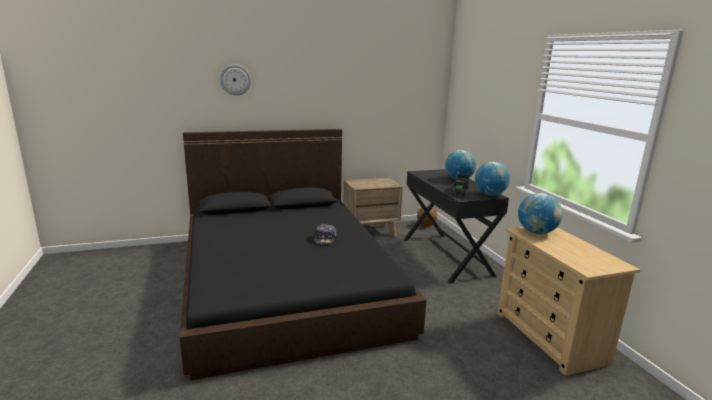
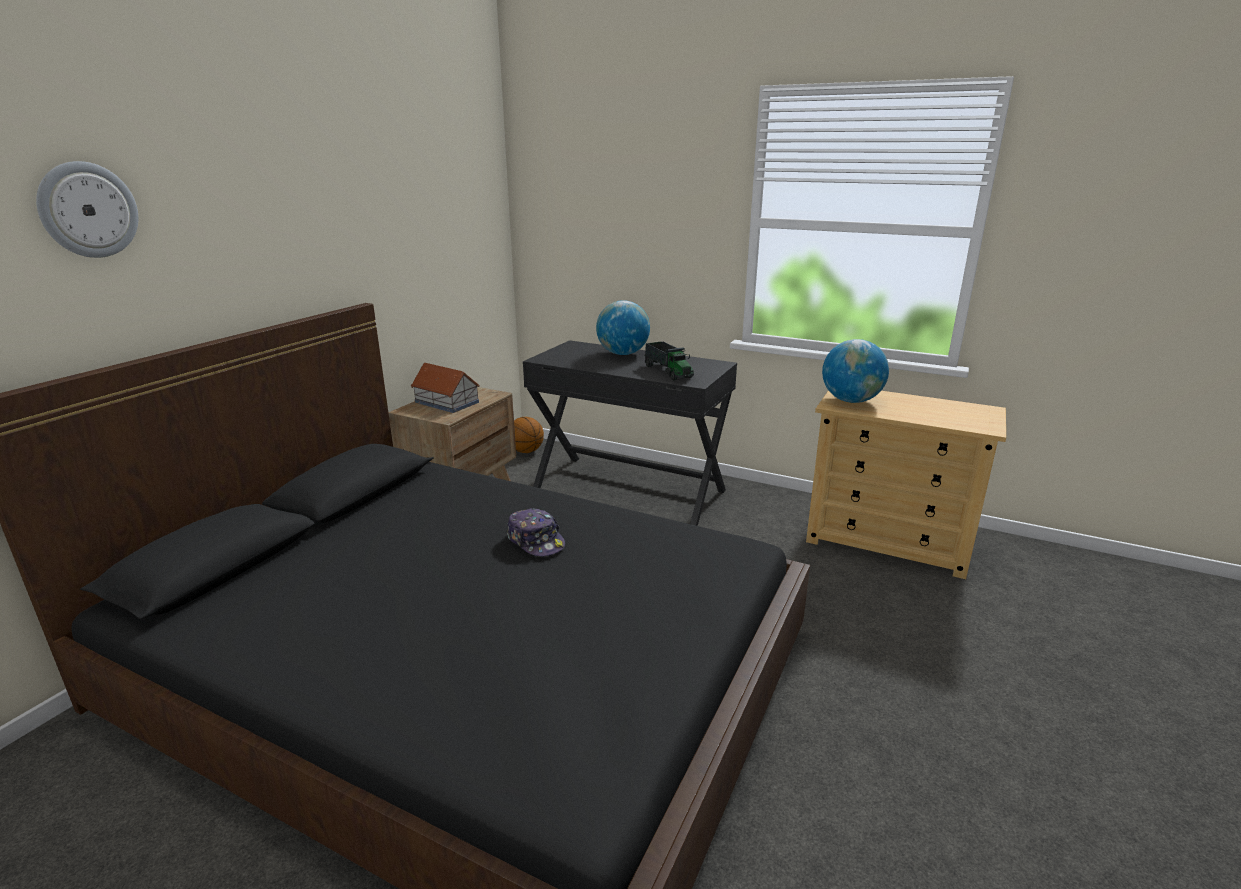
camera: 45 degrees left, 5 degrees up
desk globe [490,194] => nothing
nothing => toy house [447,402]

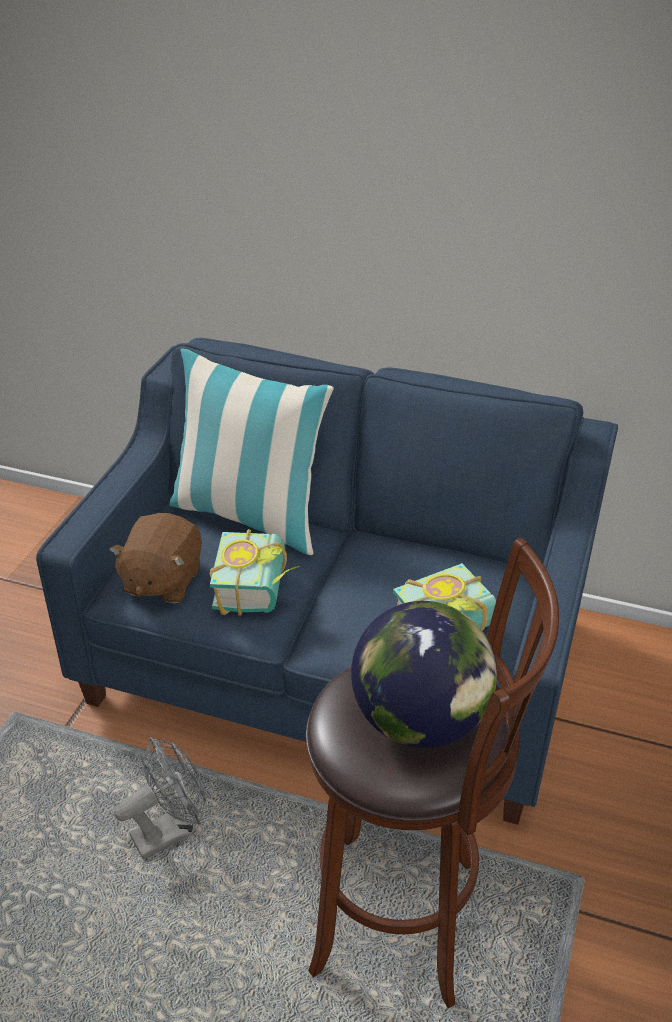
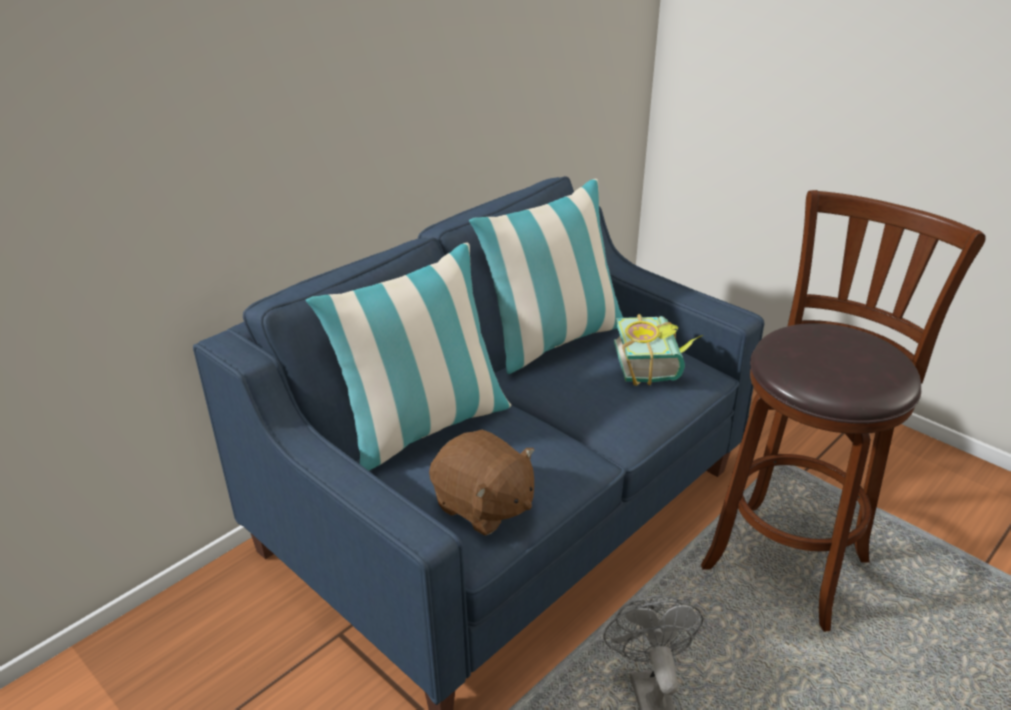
camera: 65 degrees left, 5 degrees down
bound book [259,588] => nothing
desk globe [421,721] => nothing
nothing => pillow [553,341]

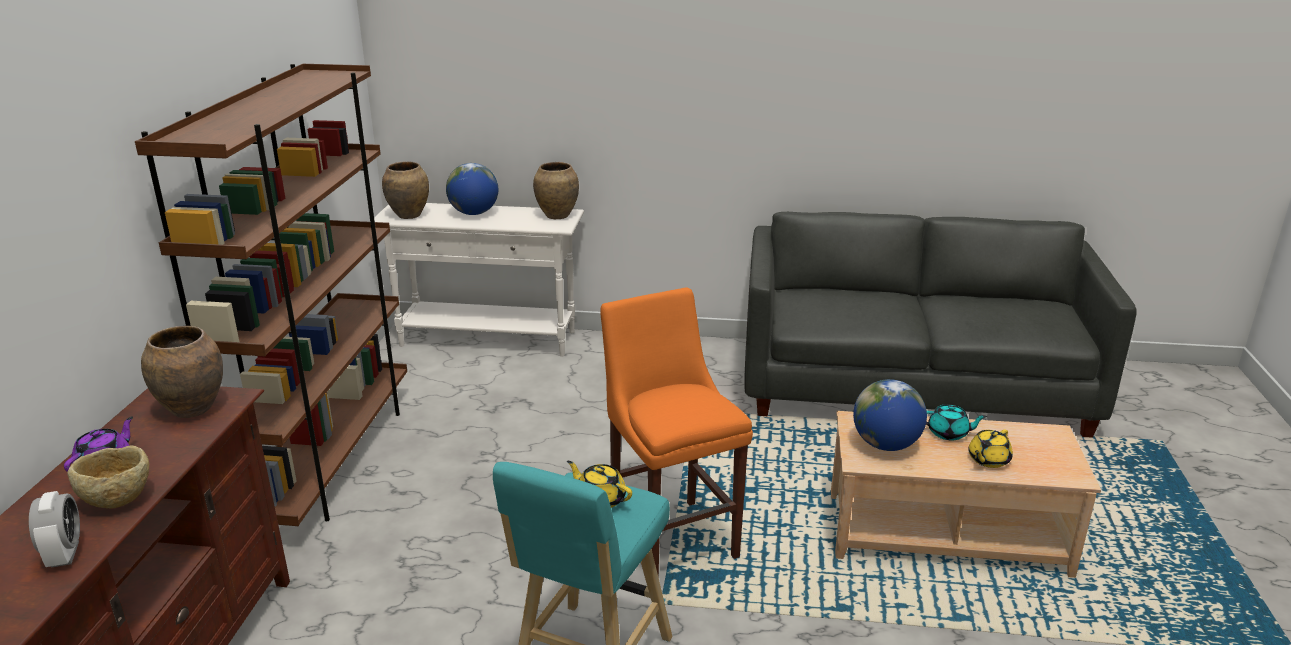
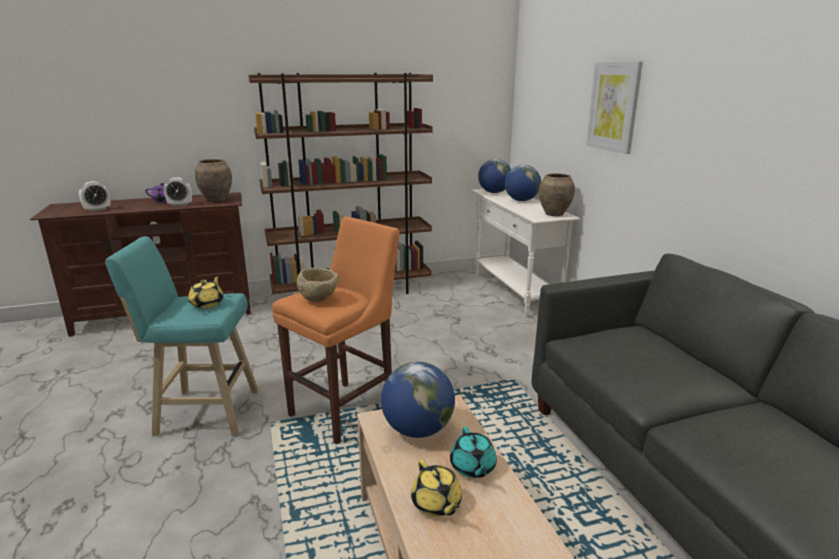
camera: 65 degrees right, 5 degrees down
nothing => bedside clock [180,205]
nothing => wall picture [613,106]
beige-coloured deep dish [118,499] => beige-coloured deep dish [319,299], shifted
brown-coloured flower vase [409,215] => desk globe [494,192]
yellow tea pot [988,460] => yellow tea pot [436,504], 135 degrees counterclockwise

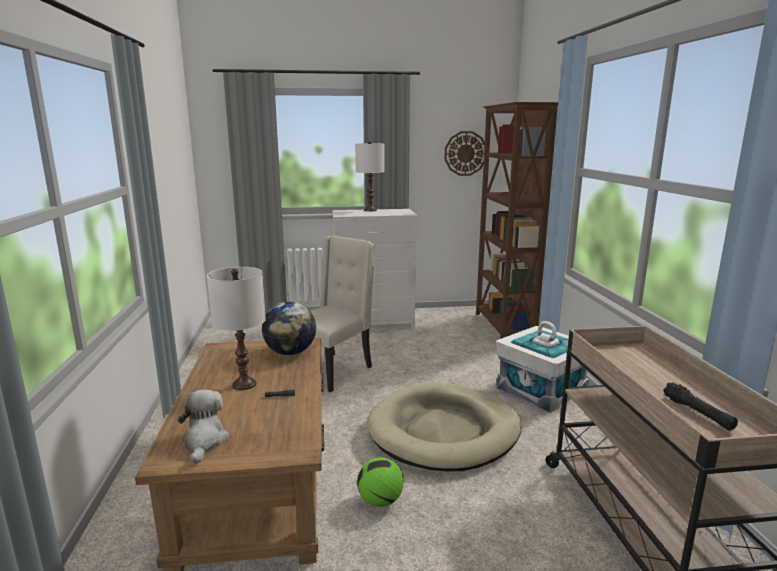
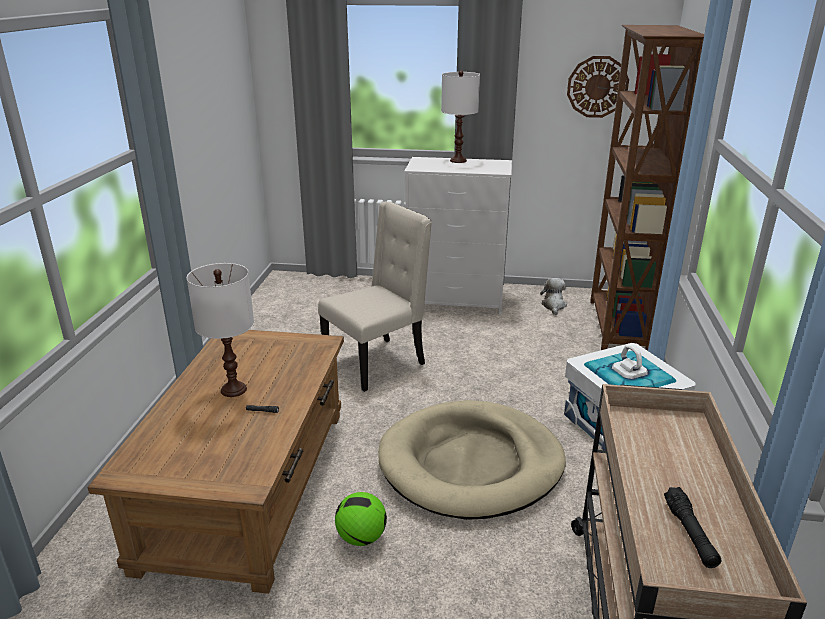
camera: 15 degrees right, 10 degrees up
desk globe [290,353] => nothing
soft toy [204,441] => soft toy [553,306], shifted

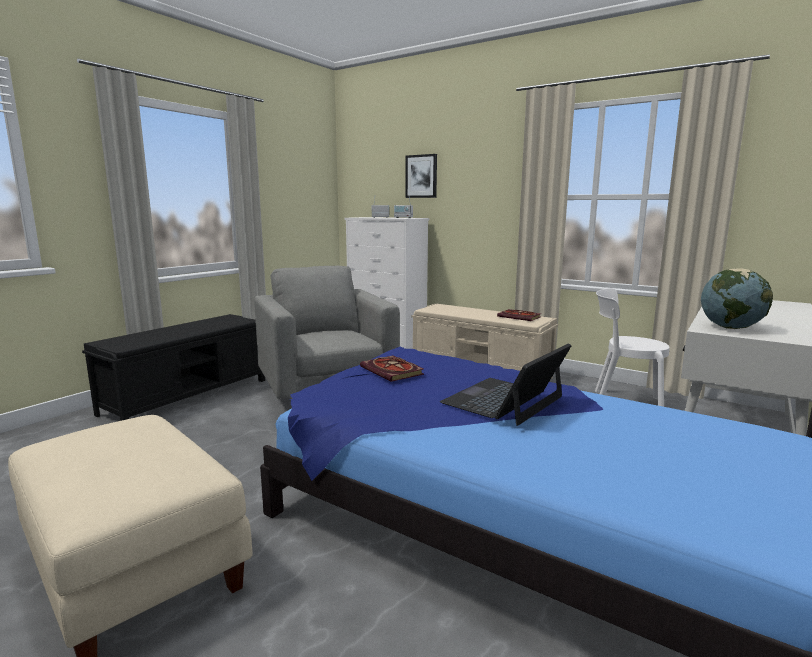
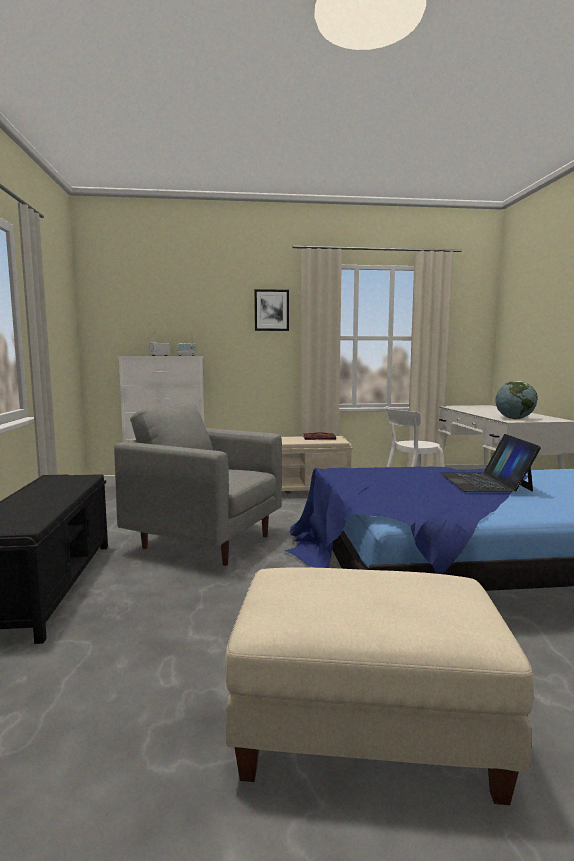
camera: 40 degrees left, 5 degrees down
bound book [393,371] => nothing
wall picture [421,176] => wall picture [271,310], shifted

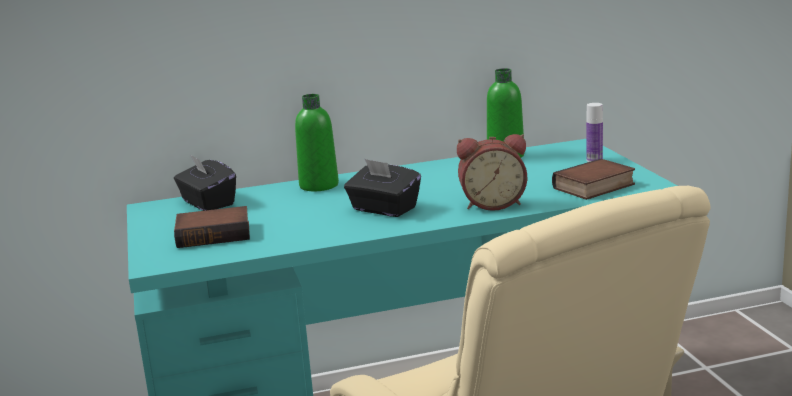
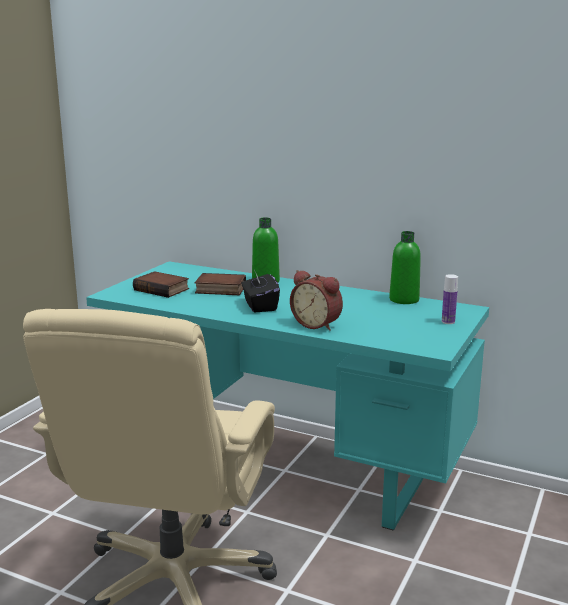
camera: 40 degrees right, 0 degrees up
black-coloured box of tissues [207,203] => nothing
bound book [594,187] => bound book [219,290], shifted

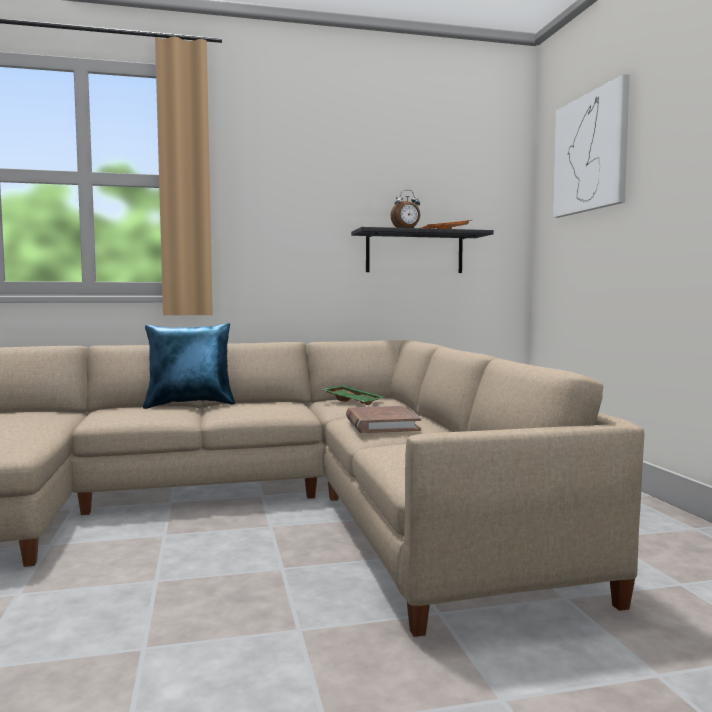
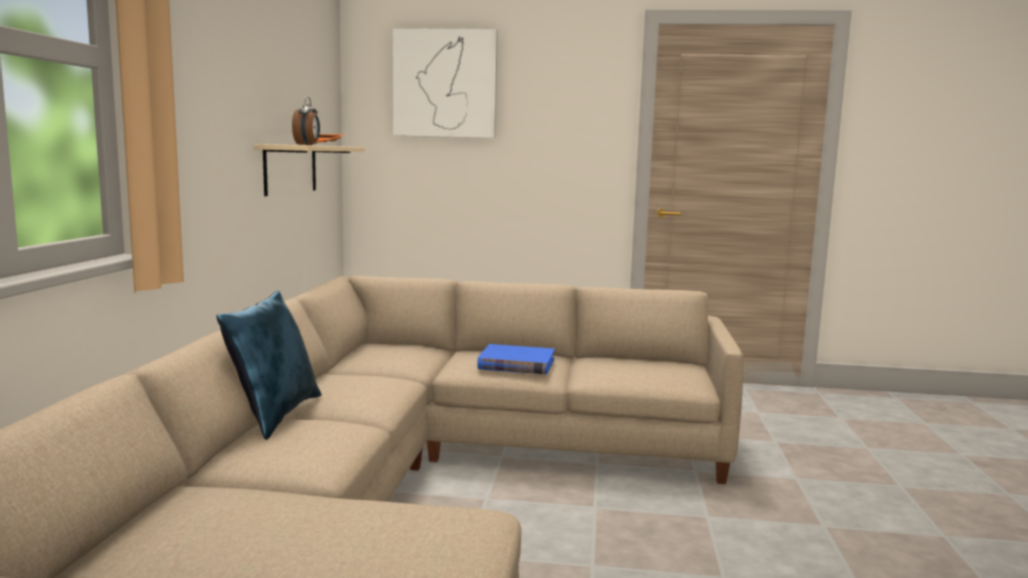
camera: 70 degrees left, 5 degrees up
greenish carrying tray [353,401] => nothing
brown-coloured bound book [381,424] => blue bound book [516,364]
black-coloured shelf [414,252] => beige-coloured shelf [290,169]

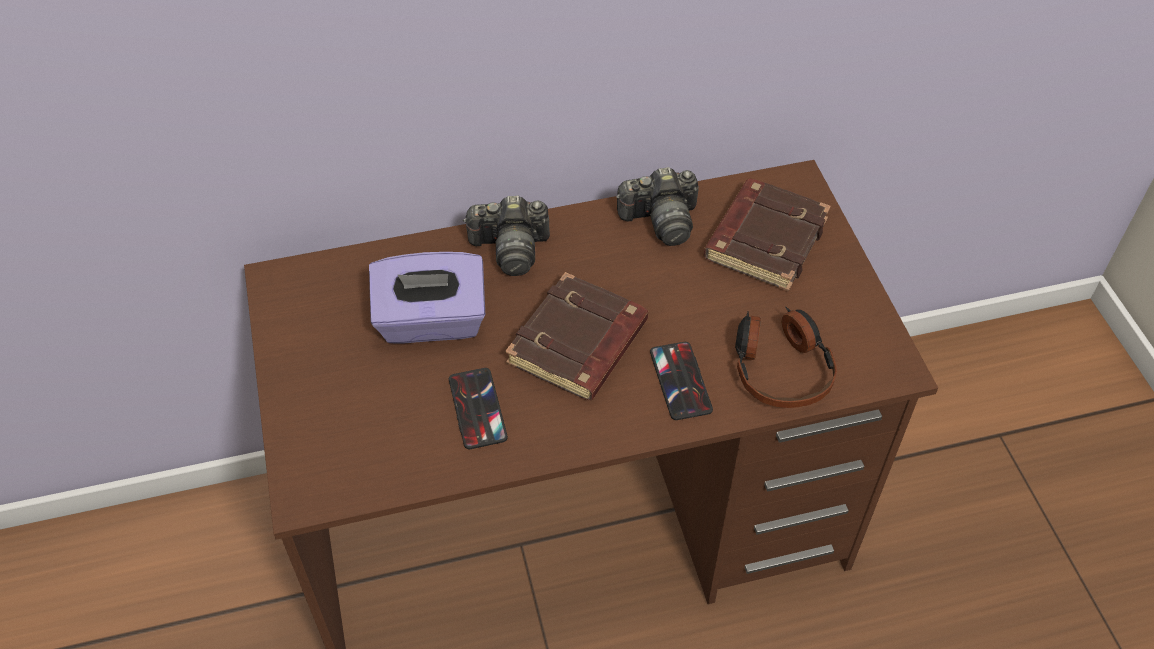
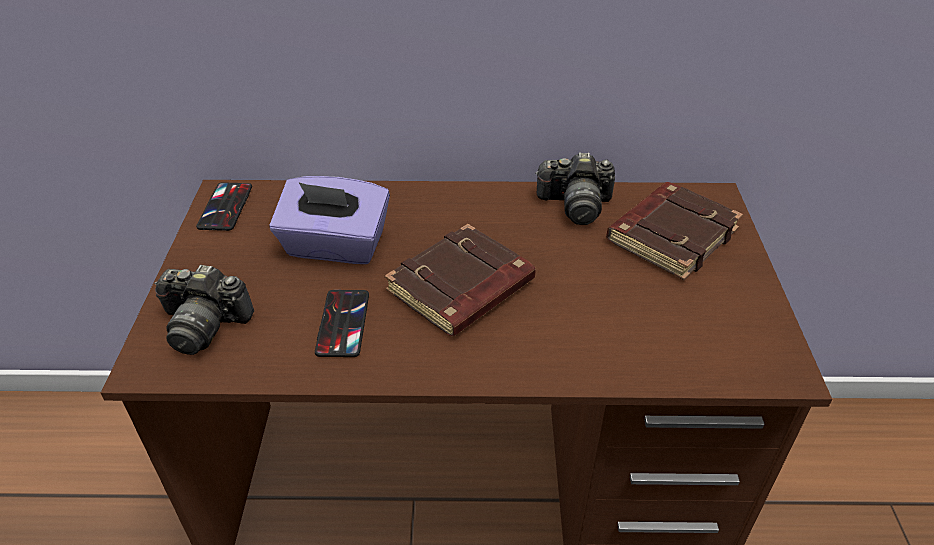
camera: 15 degrees right, 10 degrees down
headphones [780,367] => nothing
still camera [510,249] => still camera [204,324], shifted
handset [680,381] => handset [225,207], shifted

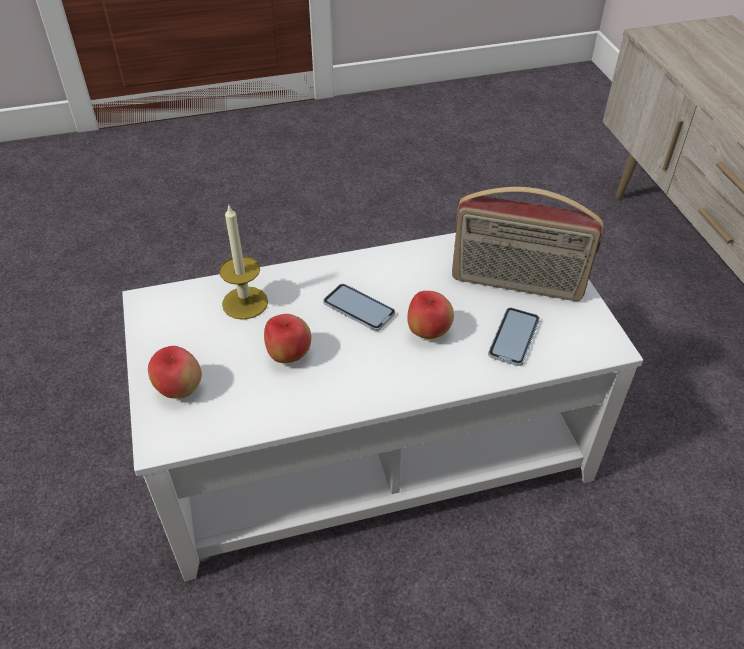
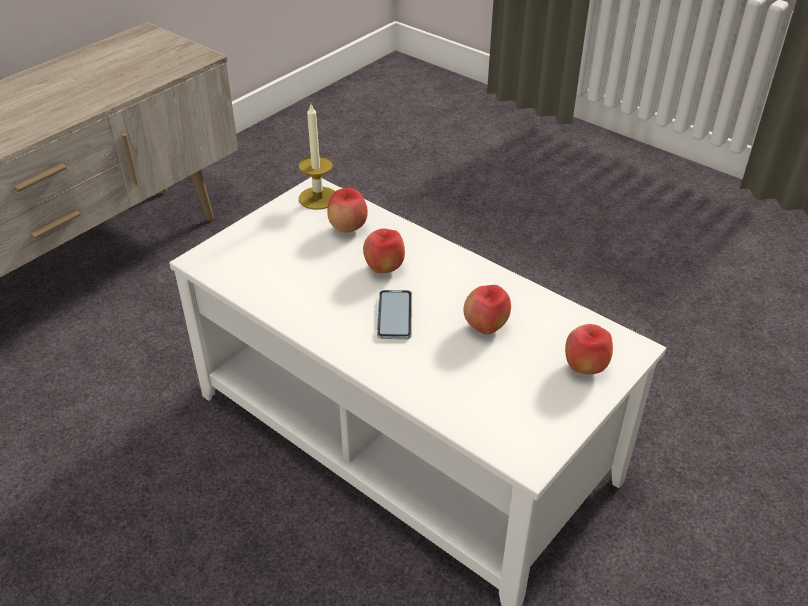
camera: 125 degrees left, 5 degrees down
radio receiver [516,284] => nothing
wax candle [245,303] => wax candle [318,198], shifted
handset [513,337] => apple fruit [348,229]

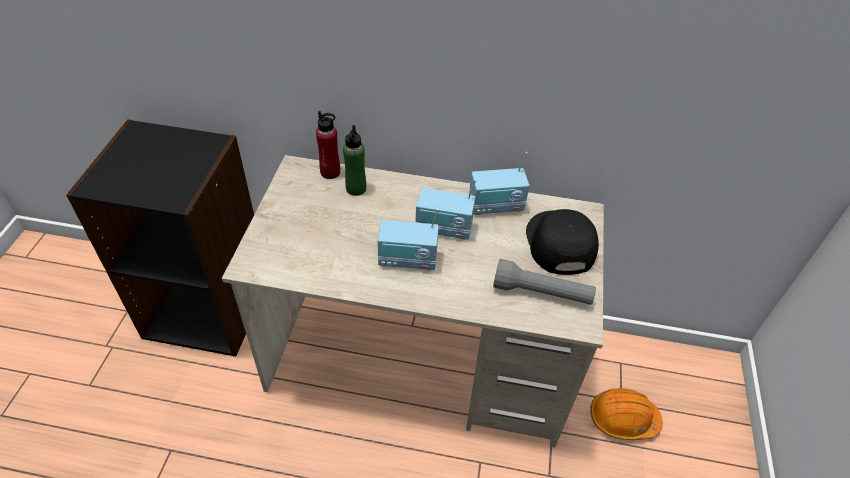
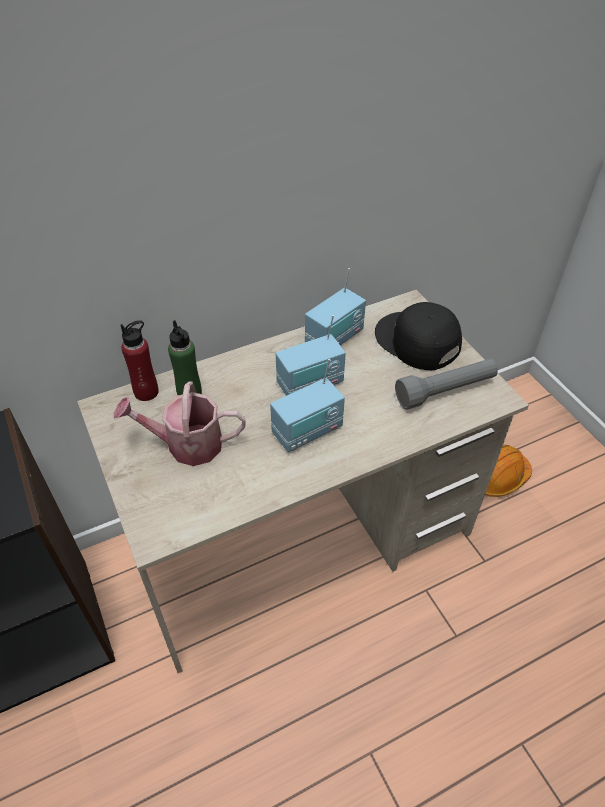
camera: 35 degrees left, 0 degrees up
nothing => watering pot [186,444]

